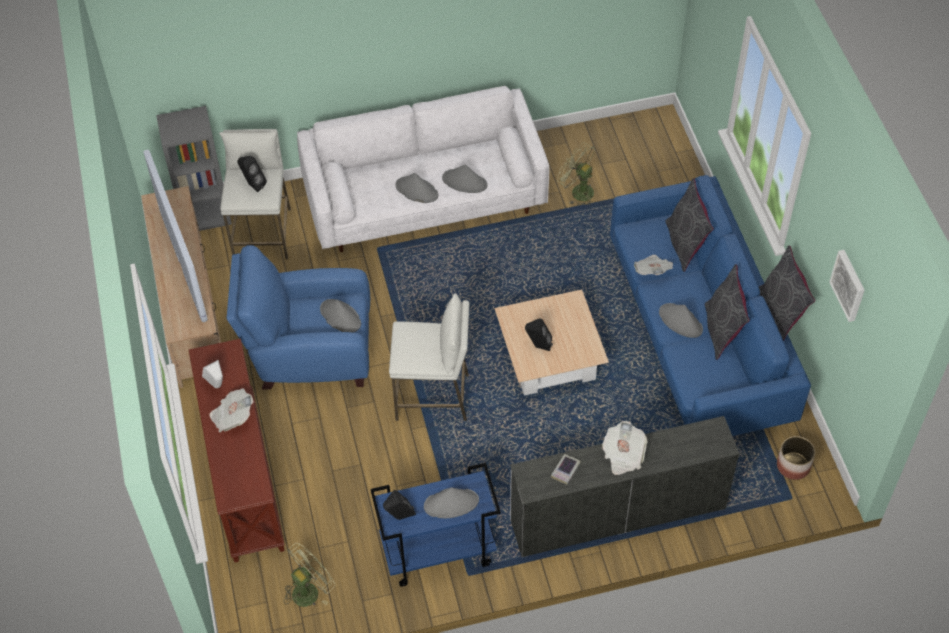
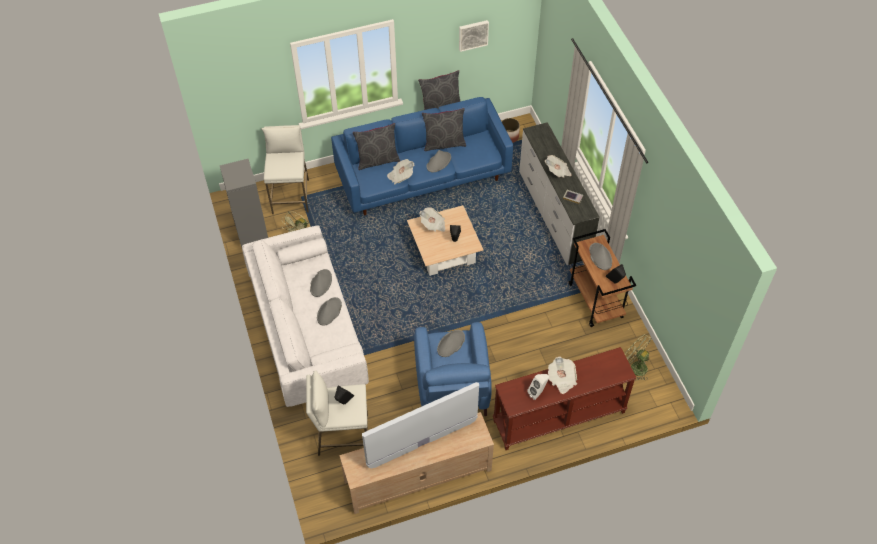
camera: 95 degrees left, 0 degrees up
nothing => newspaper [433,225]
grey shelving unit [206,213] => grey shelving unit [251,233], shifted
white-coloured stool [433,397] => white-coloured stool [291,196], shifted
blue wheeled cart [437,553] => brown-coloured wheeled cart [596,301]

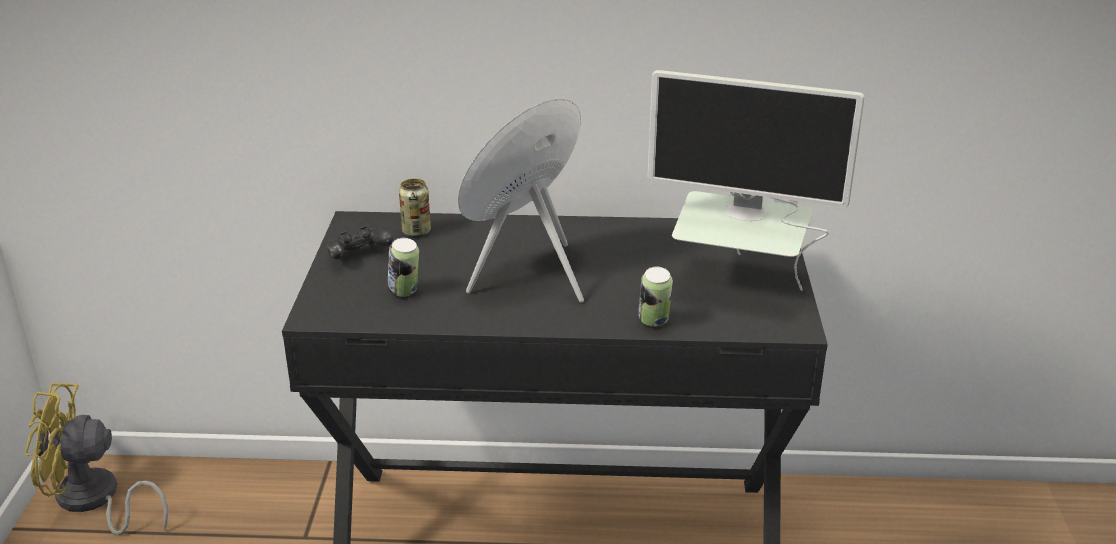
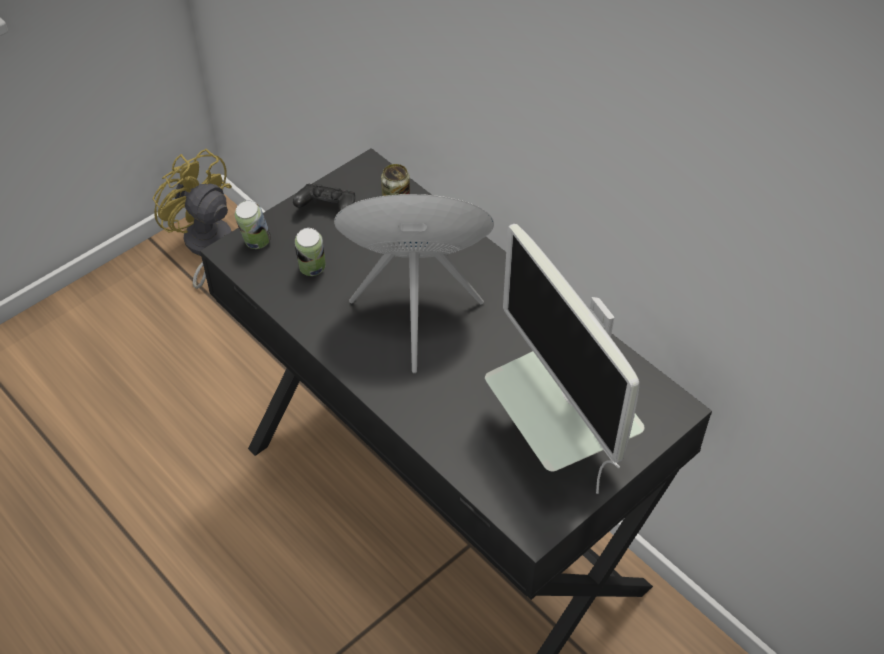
camera: 45 degrees right, 20 degrees up
can [653,322] => can [256,243], shifted

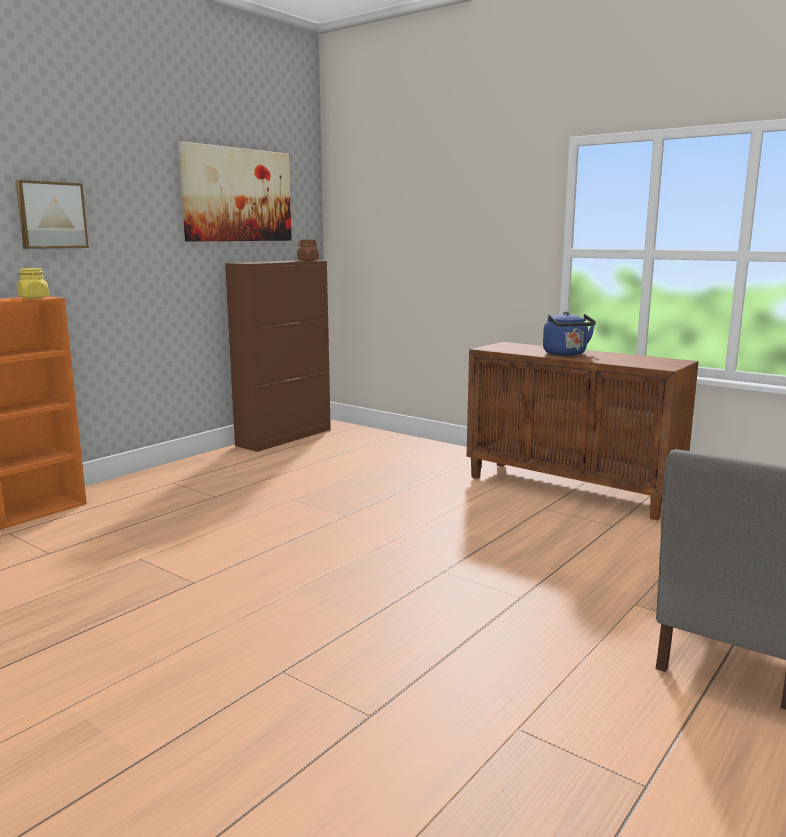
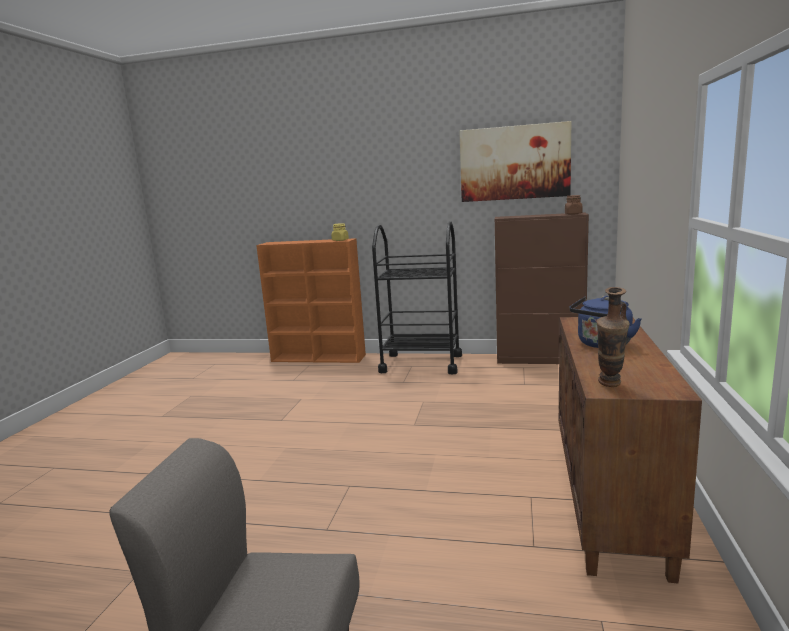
camera: 65 degrees right, 0 degrees up
wall picture [51,215] => nothing
nothing => black-coloured wheeled cart [421,363]
nothing => flower vase [610,386]

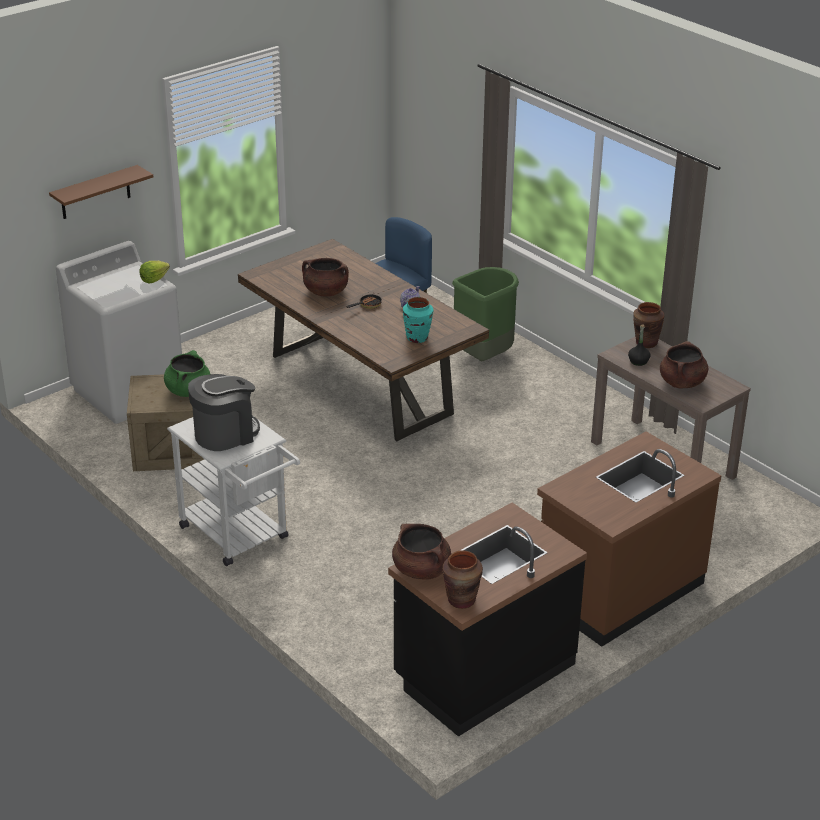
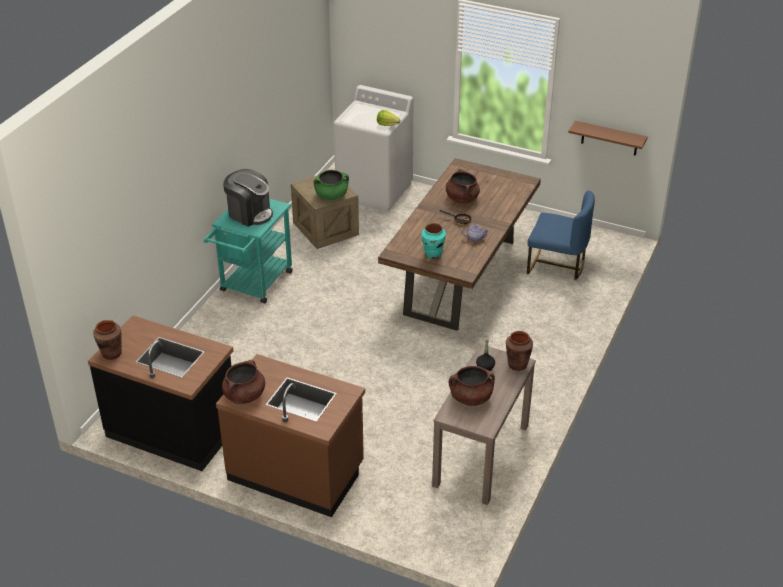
camera: 65 degrees right, 5 degrees up
greenish trash can [484,356] => nothing
brown-coloured shelf [95,193] => brown-coloured shelf [609,138], shifted
brown-coloured cooking pot [421,570] => brown-coloured cooking pot [244,395], shifted
white-coloured wheeled cart [239,536] => blue-green wheeled cart [253,285]

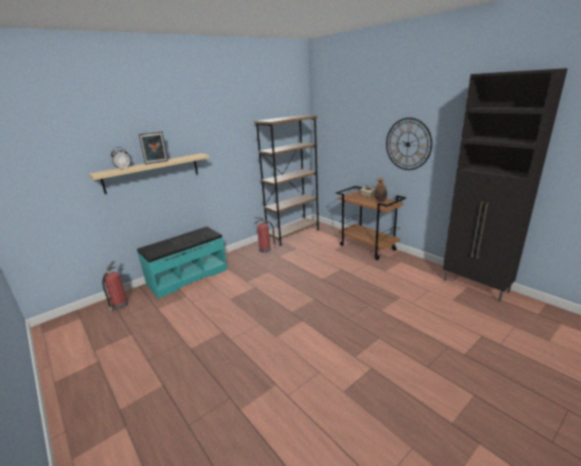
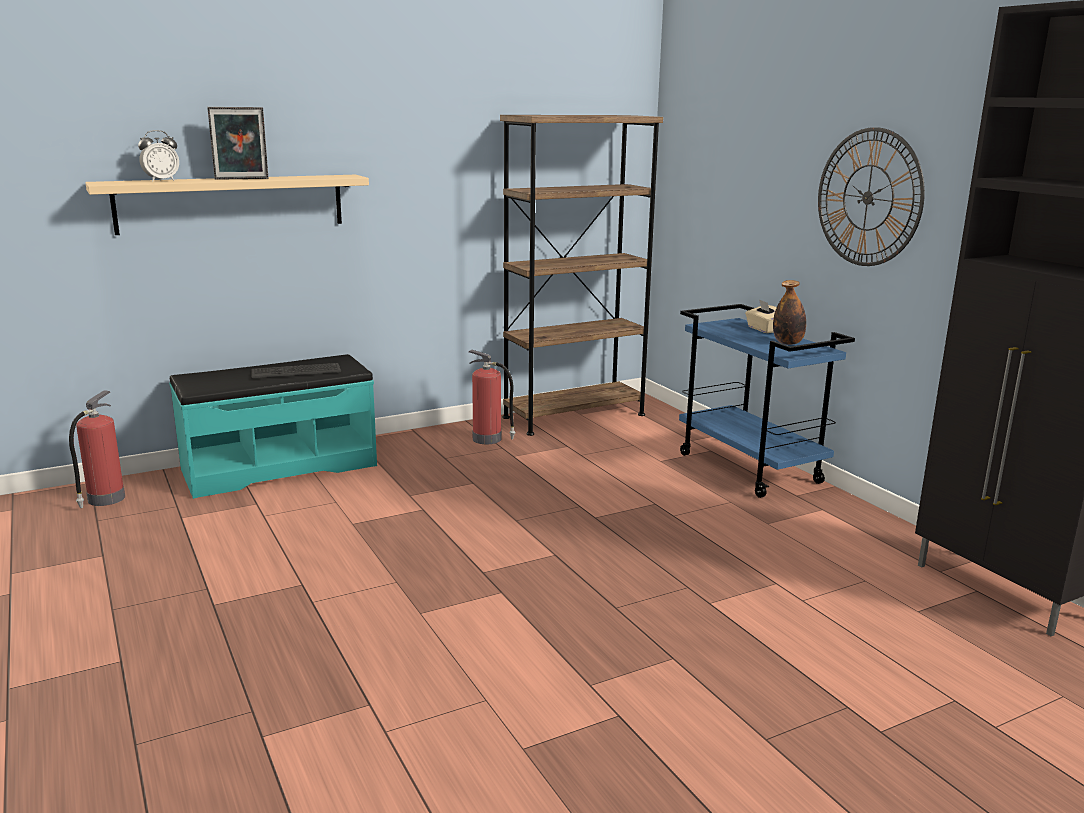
camera: 10 degrees right, 5 degrees down
brown-coloured wheeled cart [368,247] => blue wheeled cart [751,468]

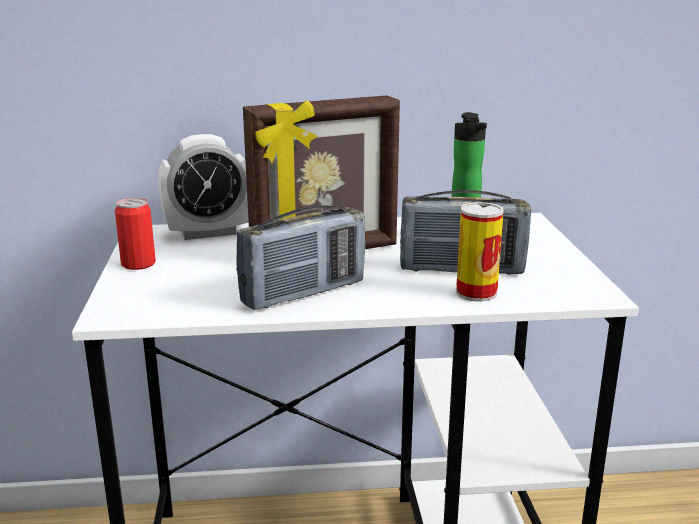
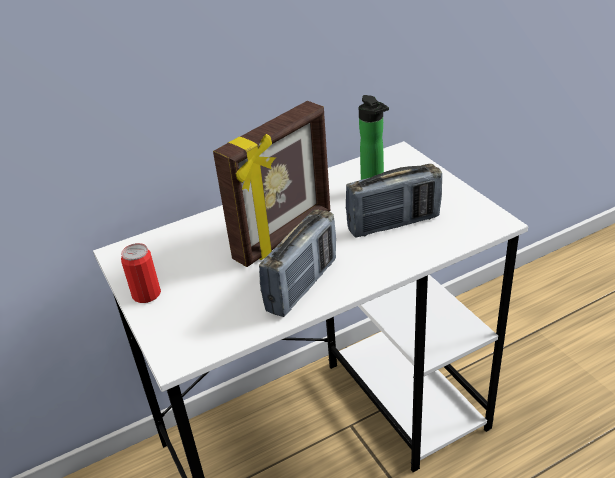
camera: 20 degrees left, 15 degrees up
bedside clock [208,233] => nothing
can [476,293] => nothing

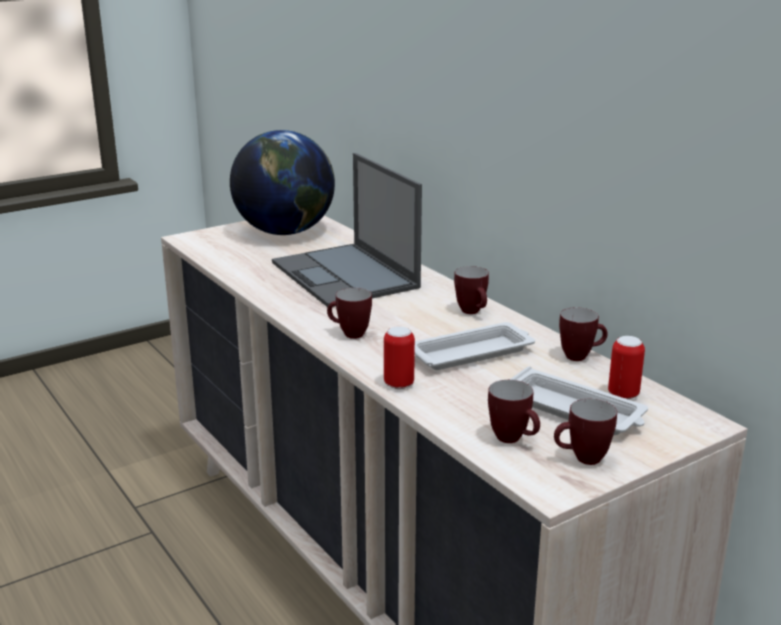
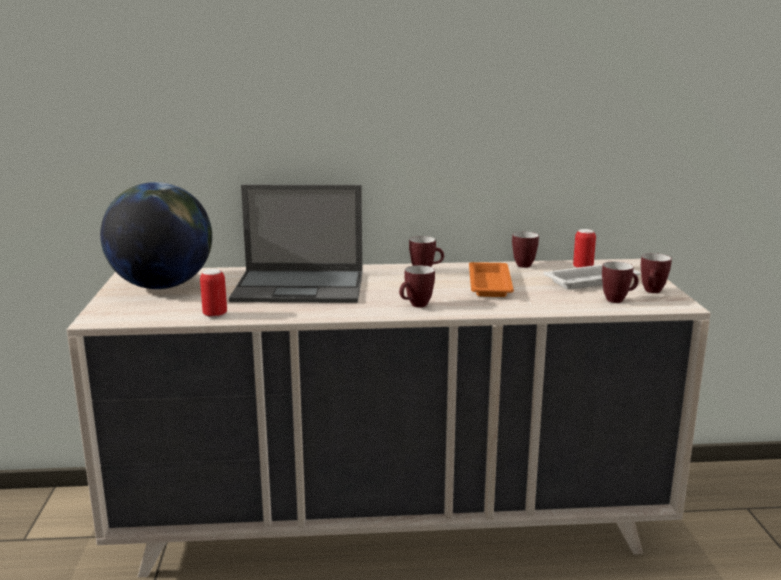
camera: 60 degrees left, 5 degrees down
can [399,384] => can [215,315], shifted
white-coloured carrying tray [472,353] => orange-coloured carrying tray [489,284]

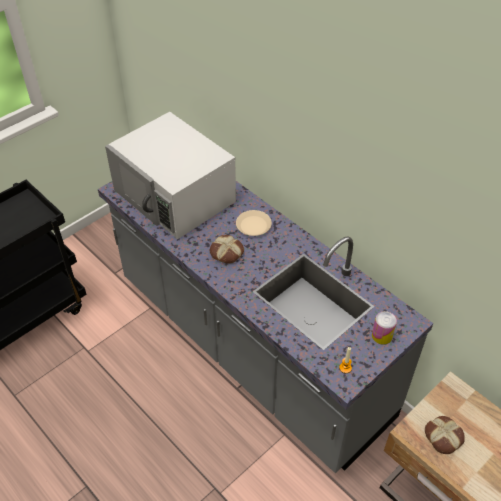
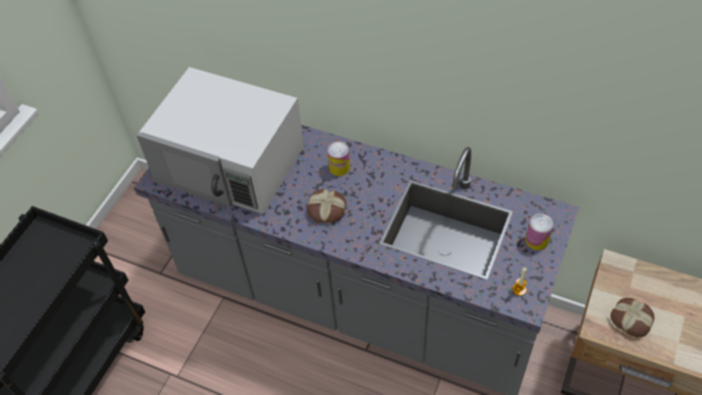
camera: 20 degrees left, 5 degrees up
beige-coloured dinner plate [253,225] => can [339,167]

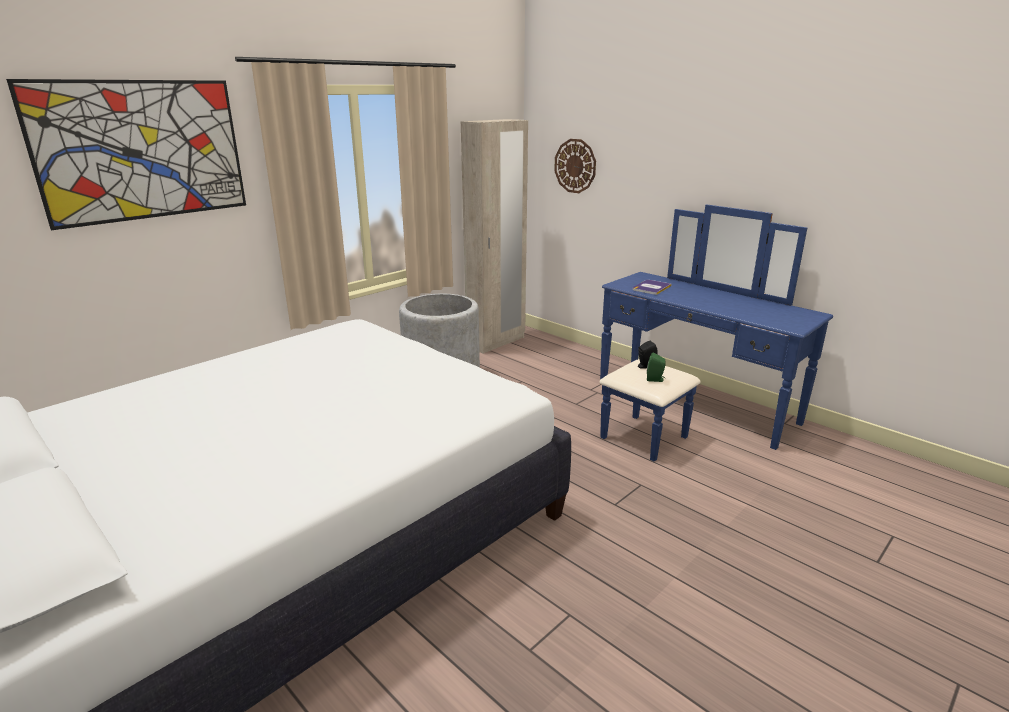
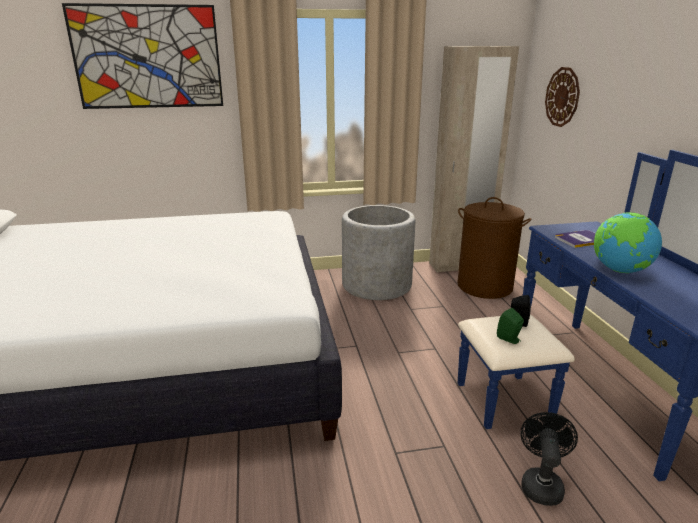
camera: 35 degrees right, 0 degrees up
nothing => brown-coloured hamper [485,286]
nothing => black-coloured fan [541,484]
nothing => desk globe [620,270]

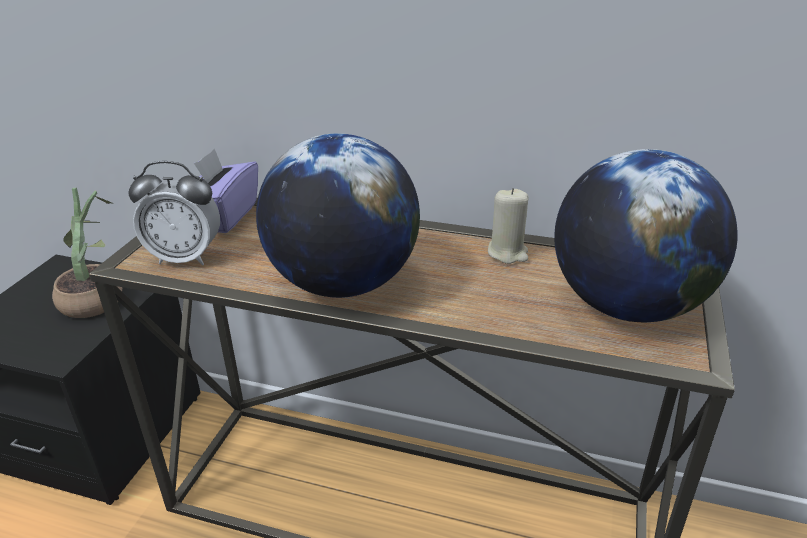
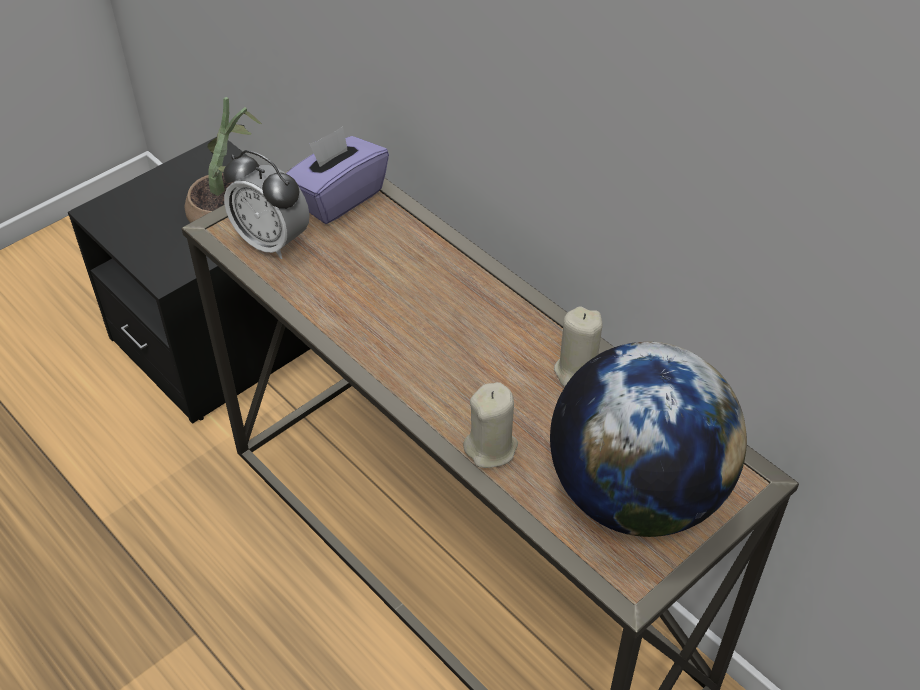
camera: 30 degrees right, 15 degrees up
desk globe [343,284] => nothing
nothing => beige-coloured wax candle [491,448]

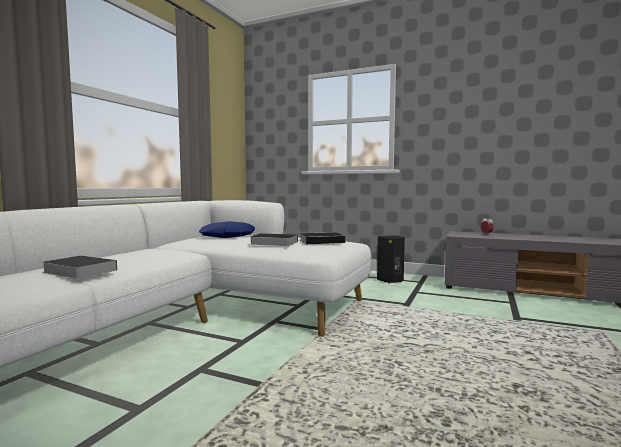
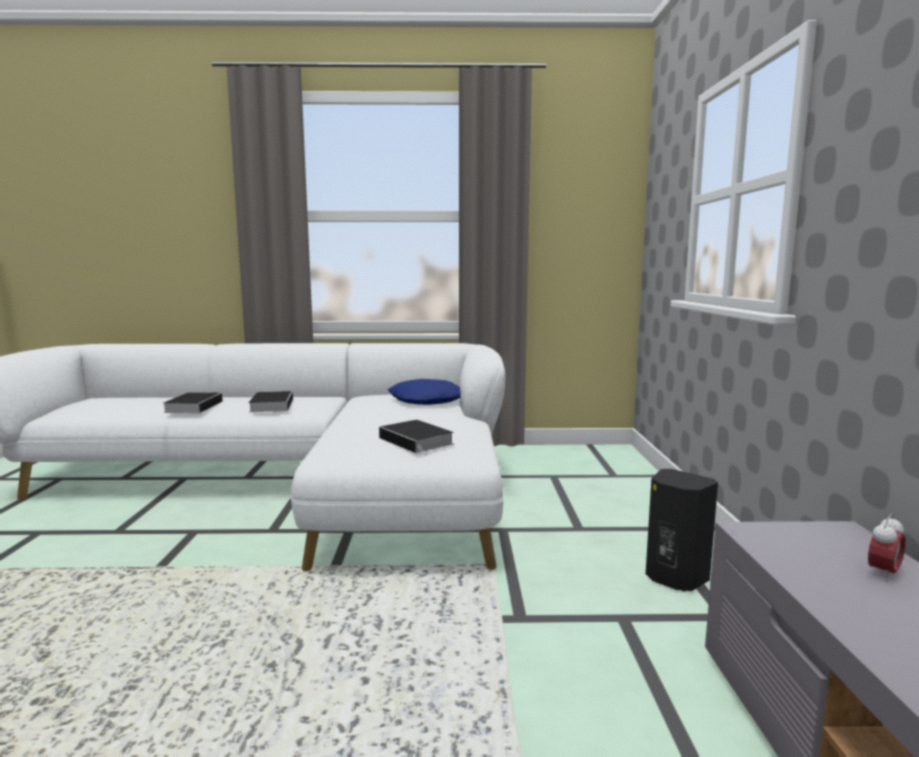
camera: 65 degrees right, 5 degrees up
bound book [272,243] => bound book [271,405], shifted

